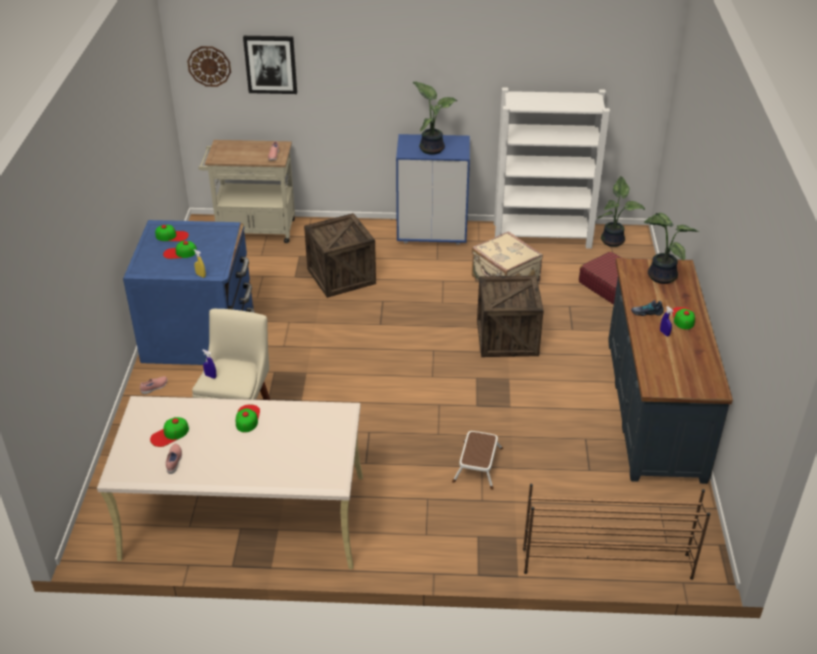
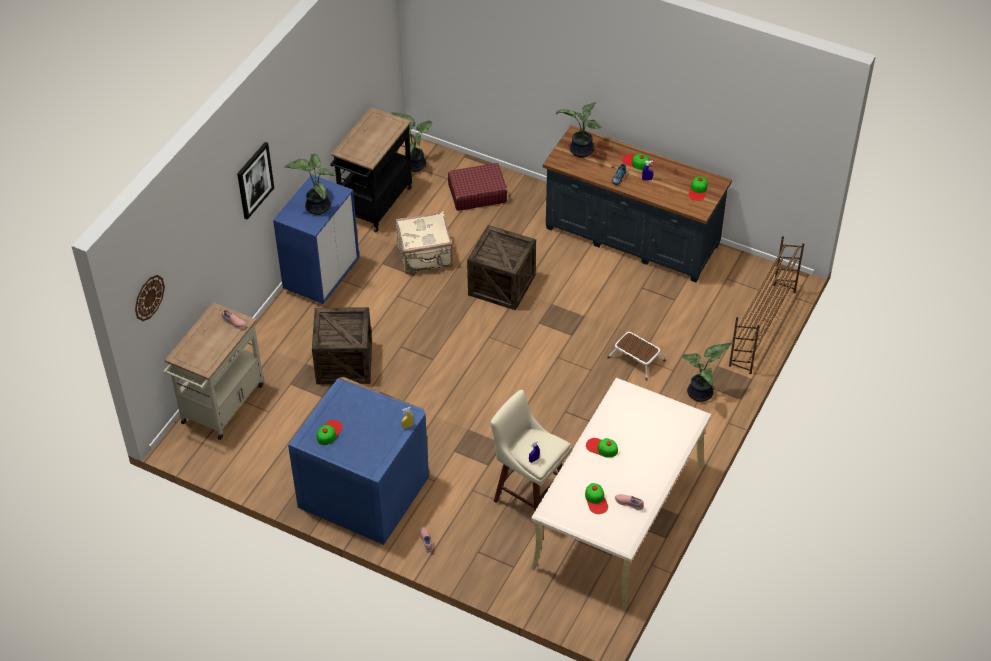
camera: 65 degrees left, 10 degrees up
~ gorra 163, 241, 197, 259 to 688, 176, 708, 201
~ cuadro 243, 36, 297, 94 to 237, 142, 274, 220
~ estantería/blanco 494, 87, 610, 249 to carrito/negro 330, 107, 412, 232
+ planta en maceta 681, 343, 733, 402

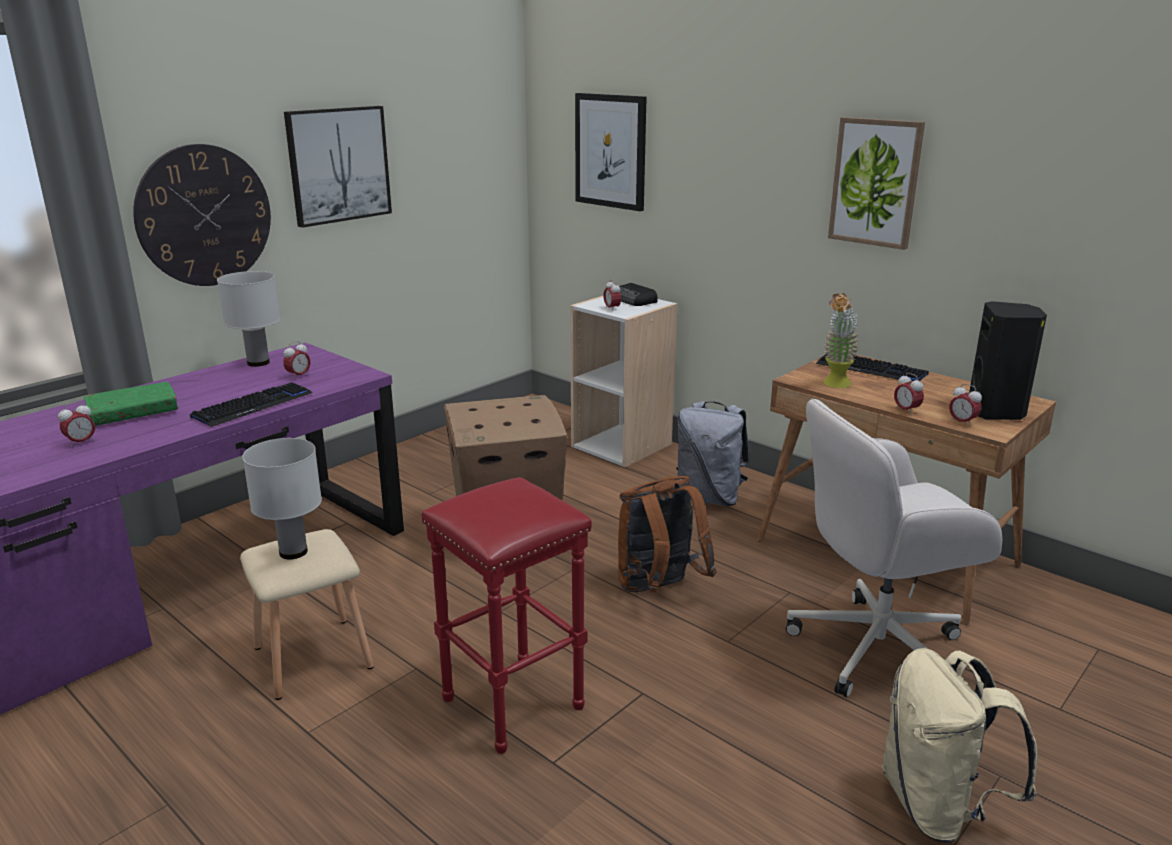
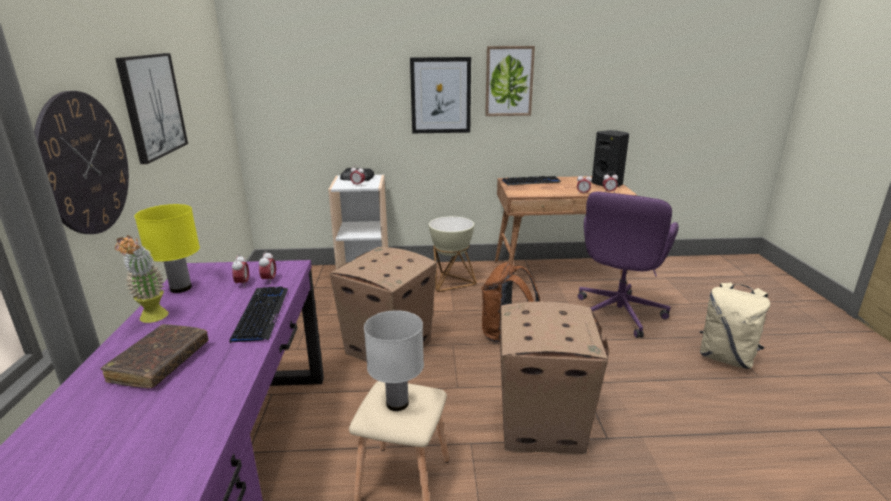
camera: 45 degrees left, 0 degrees up
~ despertador 58, 402, 95, 447 to 259, 251, 276, 284
~ libro/verde 84, 382, 178, 426 to libro/marrón 101, 324, 208, 388
~ lámpara de mesa/blanco 217, 271, 280, 367 to lámpara de mesa/amarillo 134, 204, 200, 293
~ taburete/rojo 421, 477, 592, 754 to caja de cartón 500, 301, 609, 454
~ cuadro 575, 93, 647, 211 to 410, 57, 471, 133
~ mochila/gris 676, 401, 750, 506 to maceta 429, 216, 477, 292
~ silla de oficina/blanco 786, 399, 1002, 698 to silla de oficina/morado 578, 191, 679, 338
~ planta en maceta 823, 293, 859, 388 to 115, 235, 168, 323

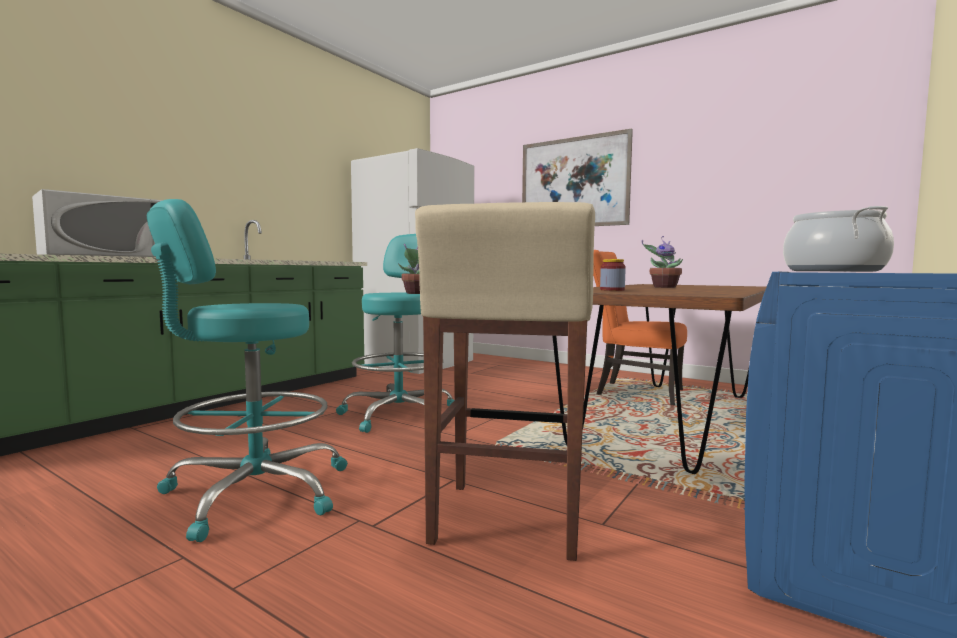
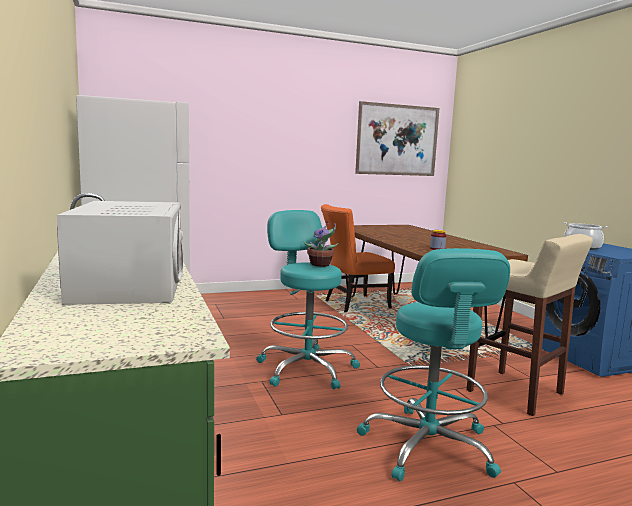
camera: 55 degrees left, 5 degrees up
~ cuadro 522, 129, 633, 226 to 355, 101, 439, 176
- planta en maceta 641, 236, 683, 288

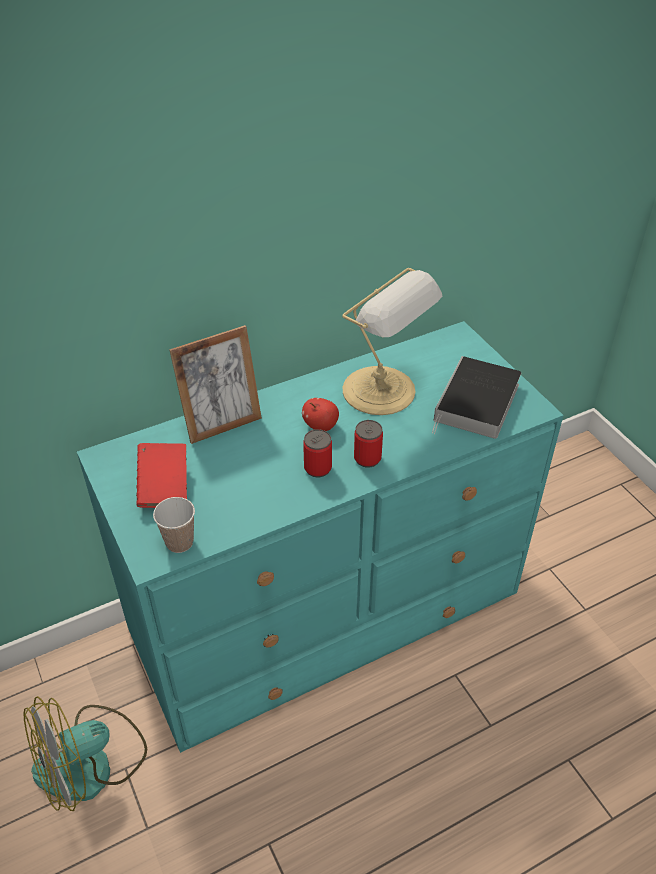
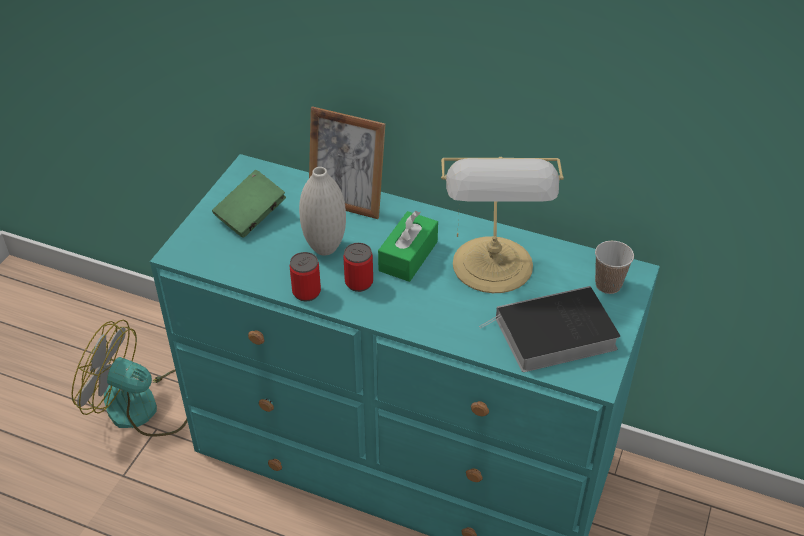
camera: 50 degrees right, 0 degrees up
~ libro/rojo 136, 443, 187, 508 to libro/verde 212, 170, 286, 238
~ taza 153, 497, 195, 553 to 595, 241, 634, 294
~ manzana 302, 398, 339, 431 to caja de pañuelos/verde 378, 211, 438, 282
~ lata 354, 420, 383, 468 to 290, 252, 321, 301
+ florero/blanco 299, 167, 346, 256

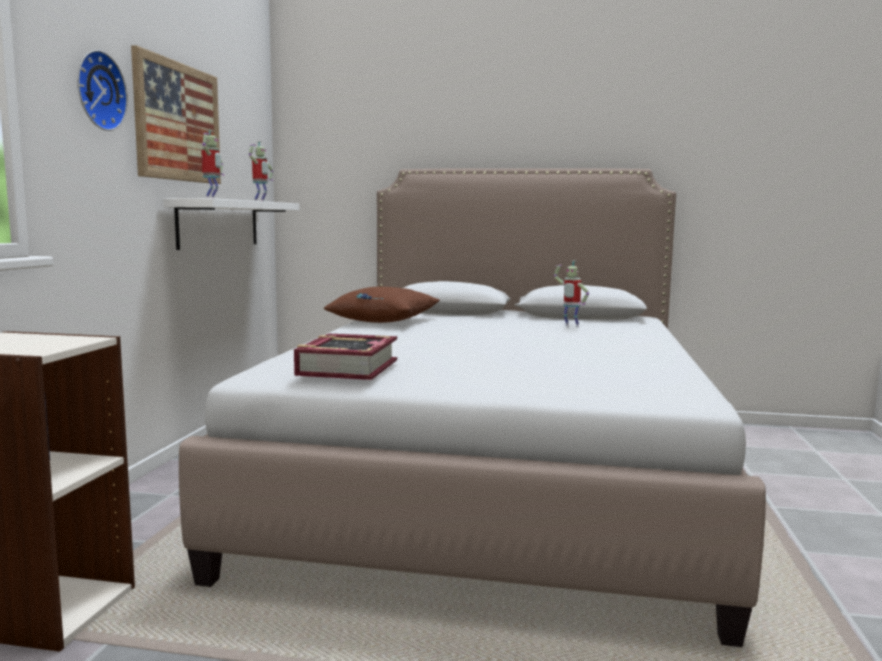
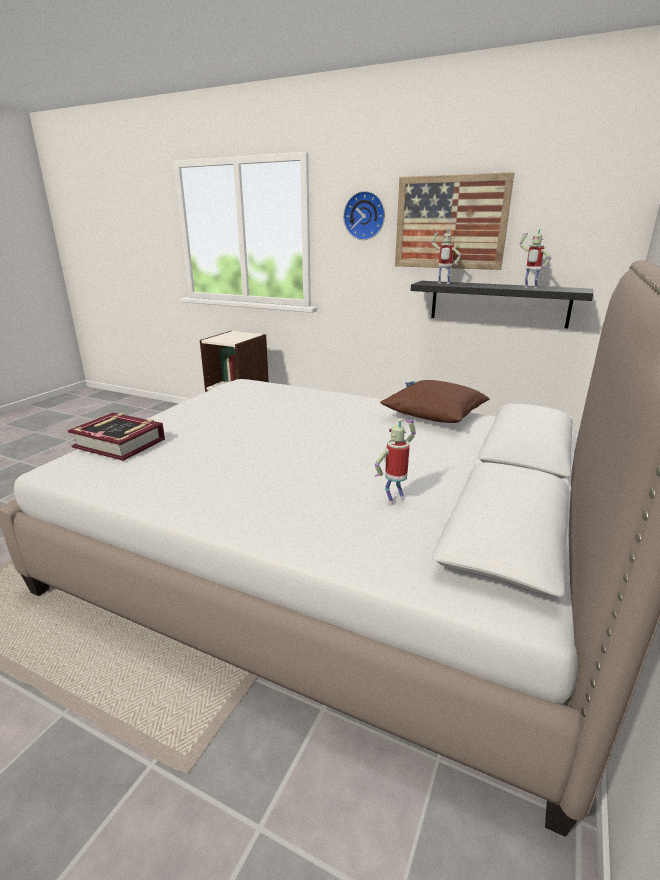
camera: 105 degrees right, 15 degrees up
~ estante/blanco 163, 198, 299, 250 to estante/negro 411, 281, 593, 328
~ libro 294, 333, 397, 380 to 68, 413, 165, 461

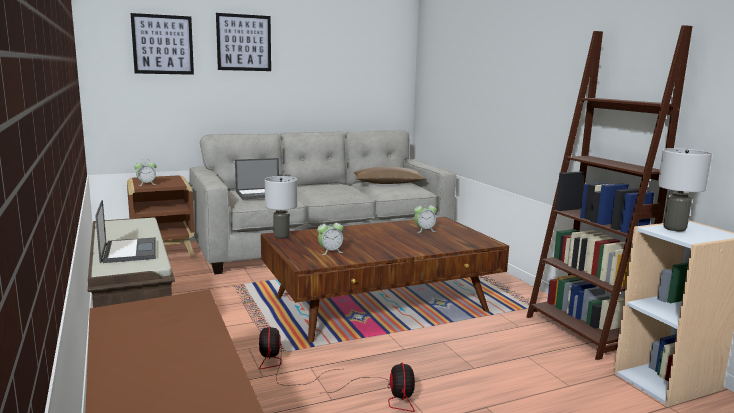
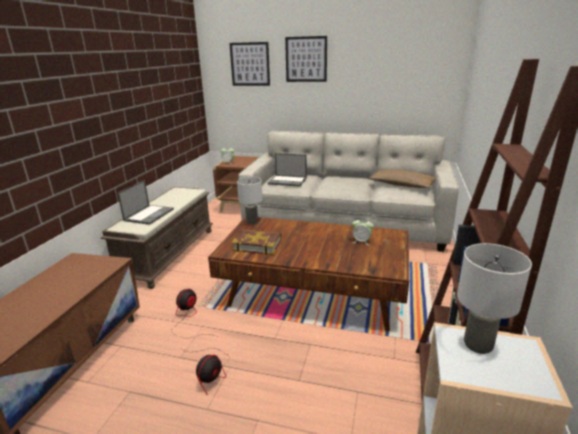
camera: 40 degrees right, 10 degrees up
~ despertador 317, 219, 344, 255 to libro 231, 229, 282, 255

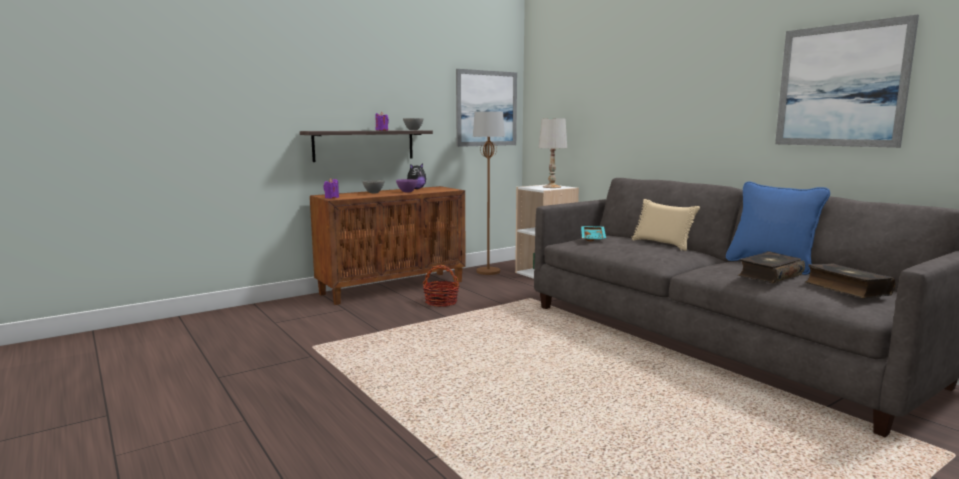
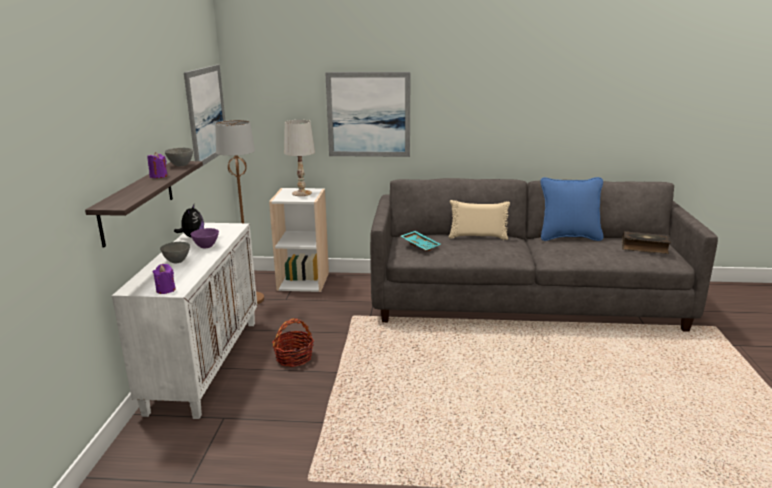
camera: 50 degrees left, 10 degrees up
~ armario/marrón 310, 186, 466, 305 to armario/blanco 112, 223, 257, 419
- libro 738, 251, 805, 283
~ cuadro 775, 14, 919, 148 to 325, 72, 411, 157

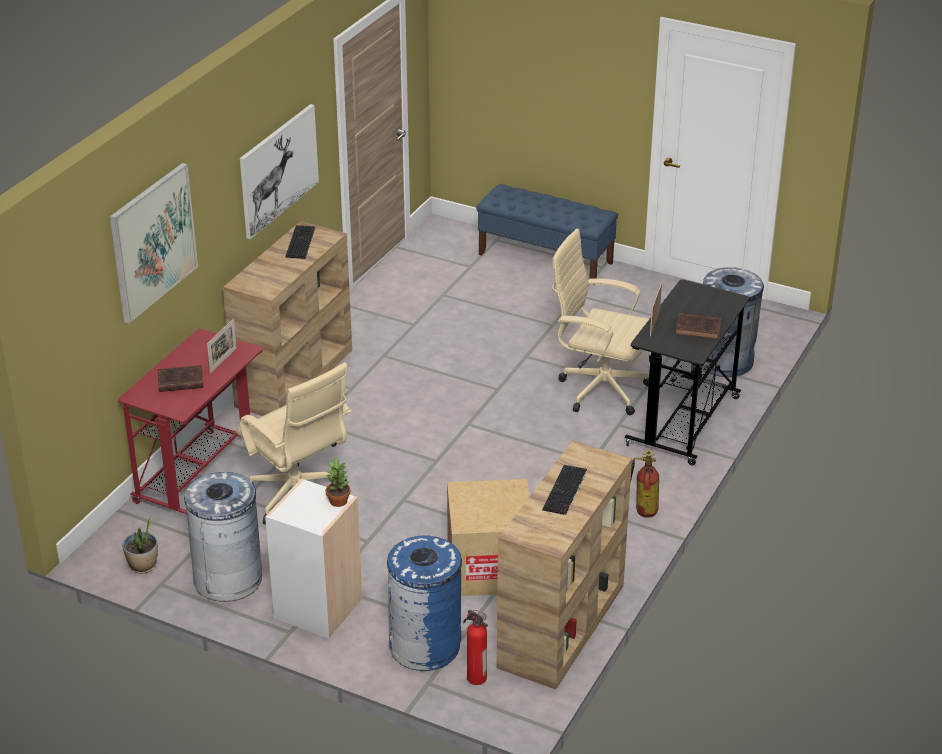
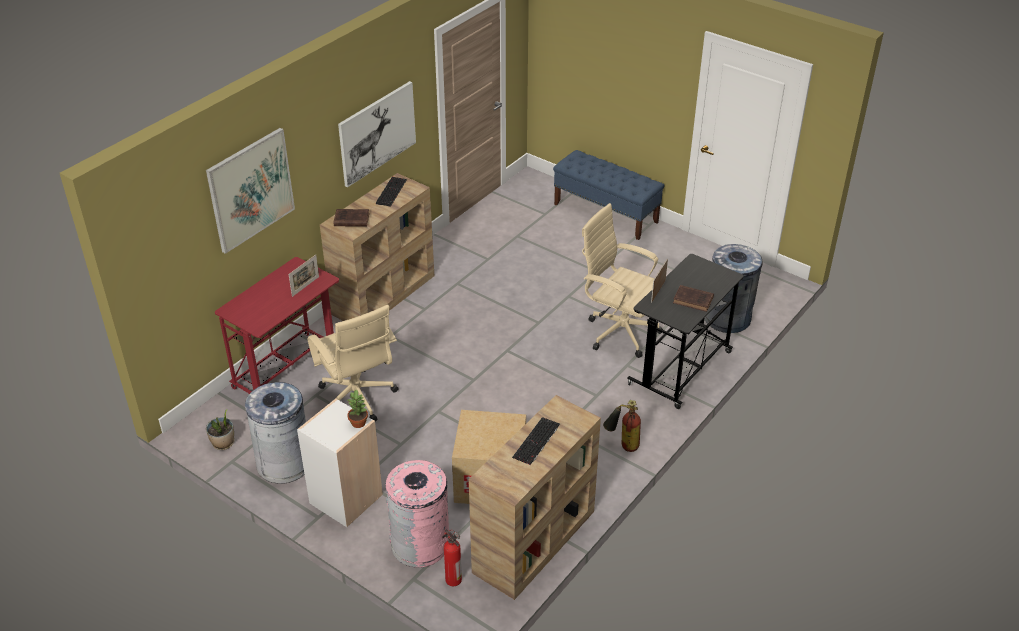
camera: 10 degrees right, 5 degrees up
~ libro/marrón 158, 365, 203, 392 to 334, 209, 369, 227
~ papelera/azul 387, 535, 462, 671 to papelera/rosa 386, 460, 449, 568

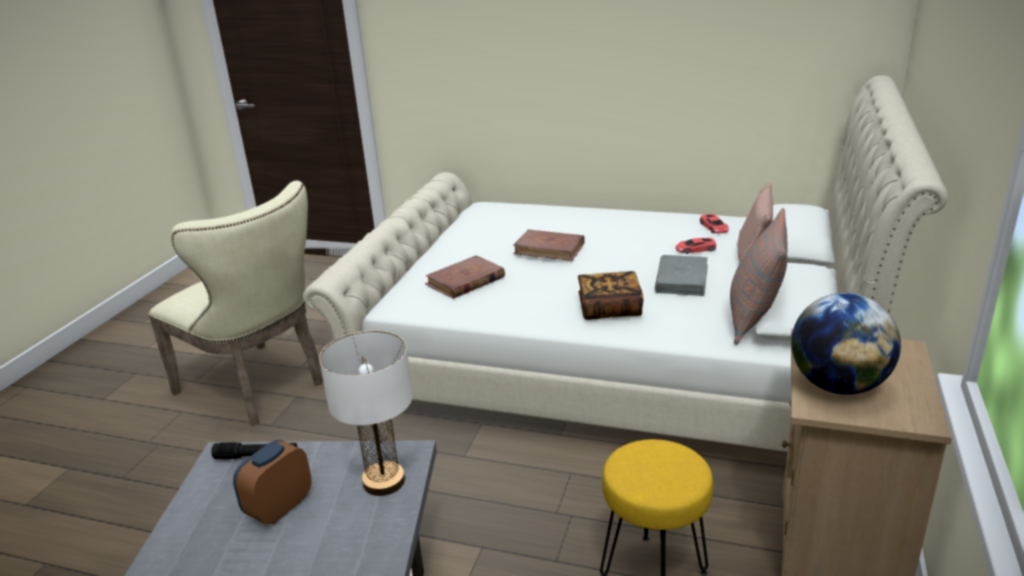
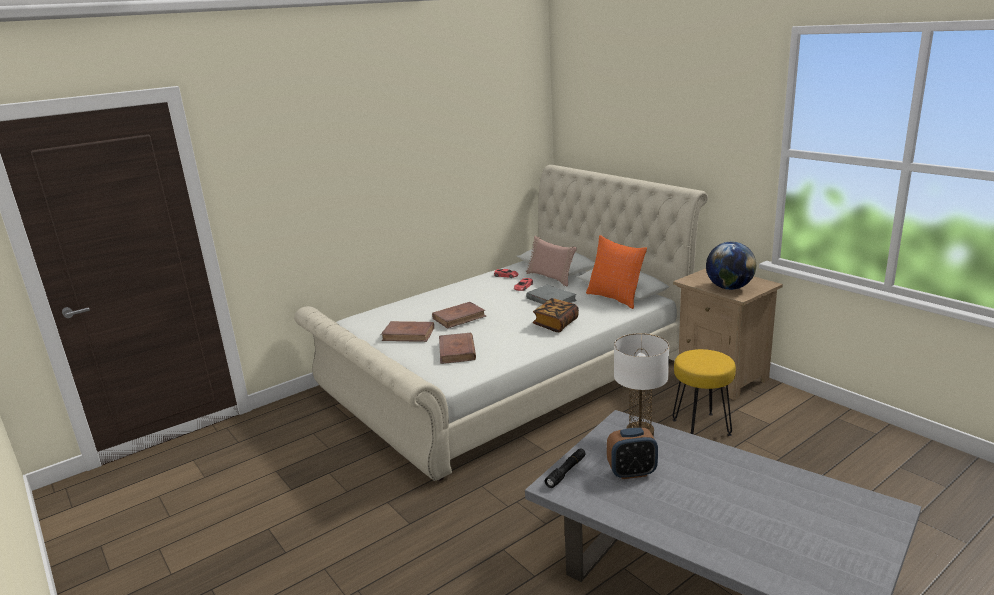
camera: 55 degrees left, 5 degrees down
- silla/beis 148, 181, 323, 425
~ despertador 233, 440, 312, 524 = 607, 428, 658, 479 75 degrees counterclockwise
~ cojín/gris 730, 208, 787, 345 to cojín/naranja 586, 235, 647, 309
+ libro/marrón 381, 321, 434, 342

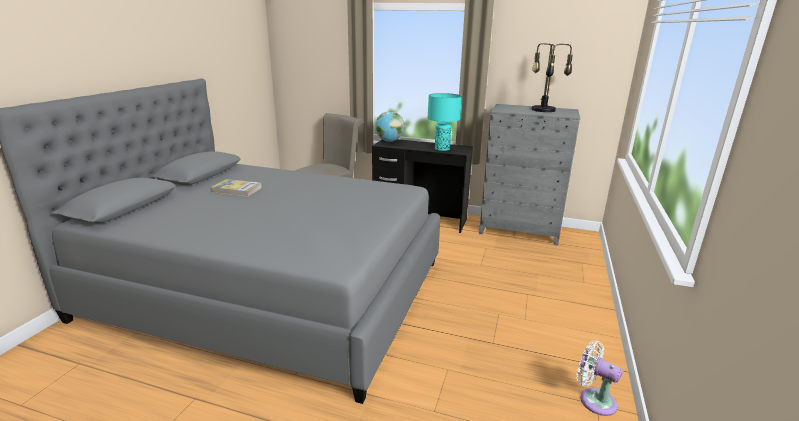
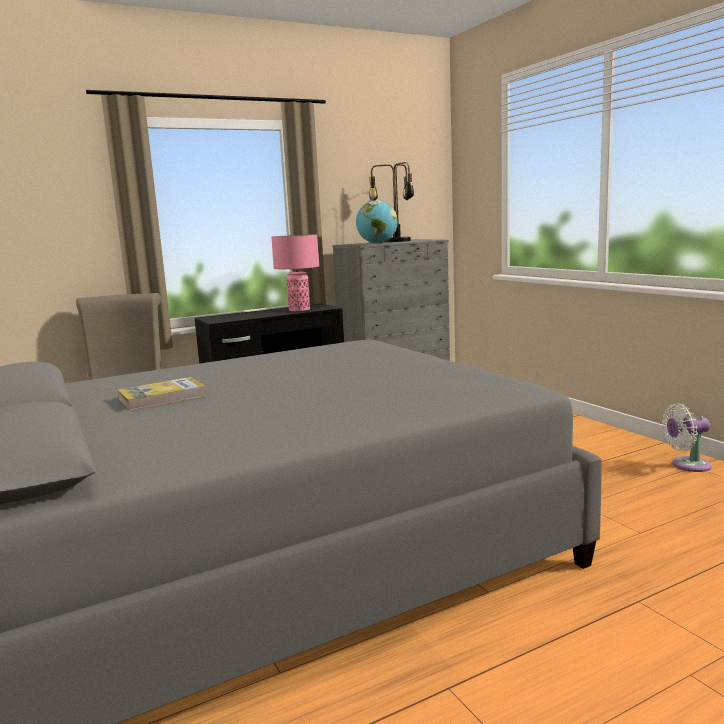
camera: 45 degrees left, 10 degrees down
~ globo terráqueo 375, 111, 405, 142 to 356, 200, 398, 244
~ lámpara de mesa/turquesa 428, 93, 462, 151 to lámpara de mesa/rosa 271, 234, 319, 311

